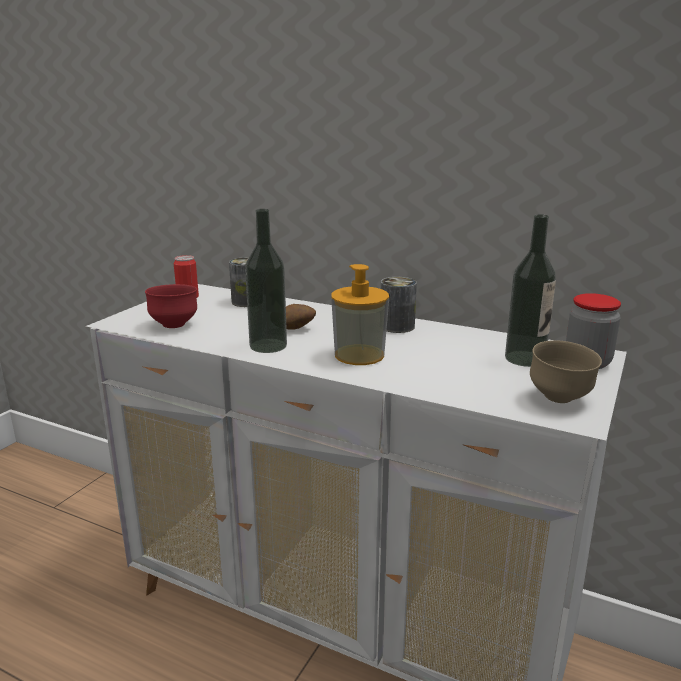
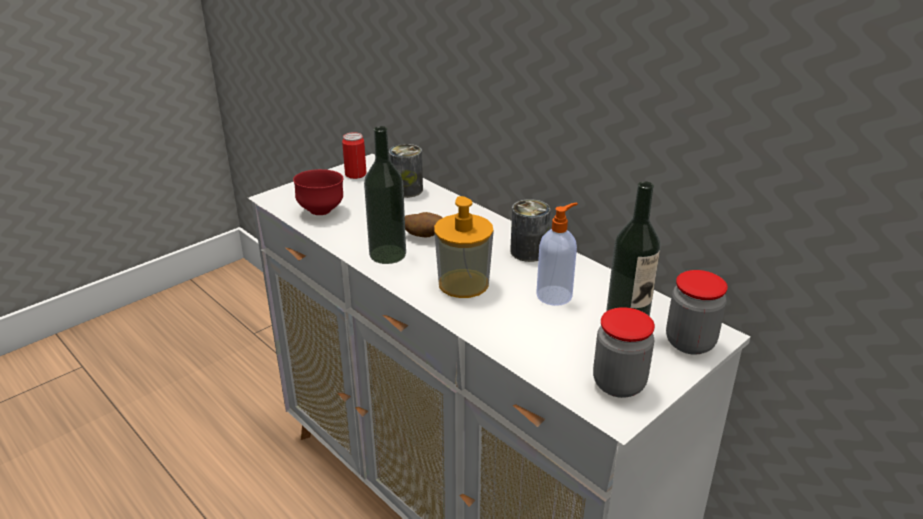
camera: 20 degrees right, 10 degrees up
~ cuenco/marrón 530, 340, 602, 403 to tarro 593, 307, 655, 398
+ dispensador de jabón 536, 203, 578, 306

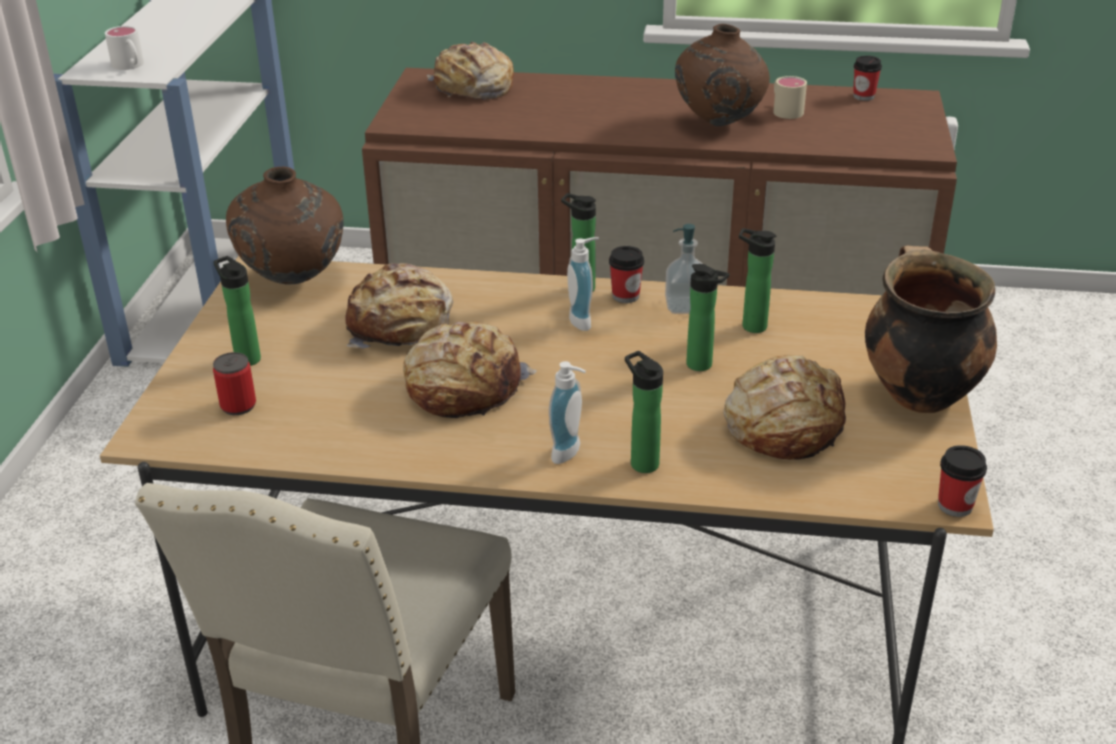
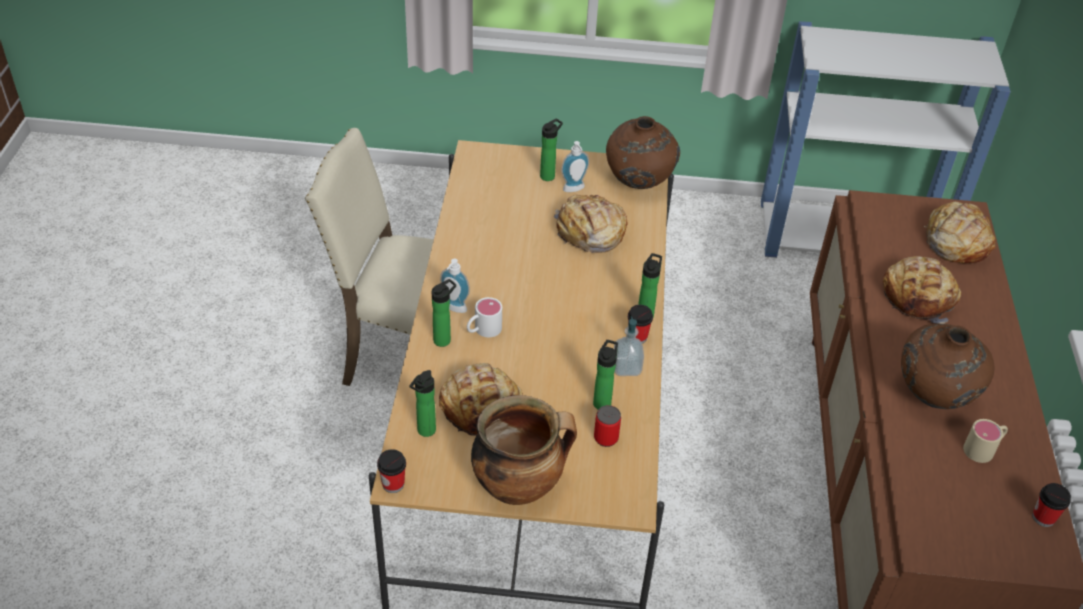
camera: 85 degrees right, 10 degrees up
~ taza grande/blanco 105, 26, 144, 70 to 467, 297, 502, 337
~ lata 213, 352, 256, 415 to 594, 405, 621, 447
~ pan 403, 322, 537, 418 to 883, 256, 961, 324
~ dispensador de jabón 567, 237, 599, 331 to 561, 141, 589, 192
~ botella 686, 264, 729, 371 to 410, 370, 436, 437

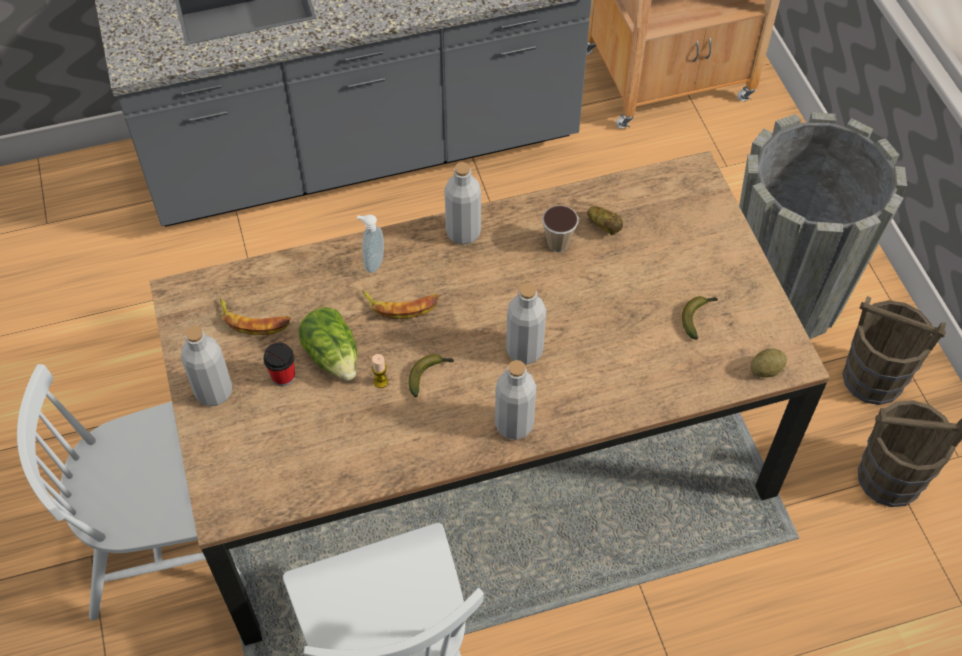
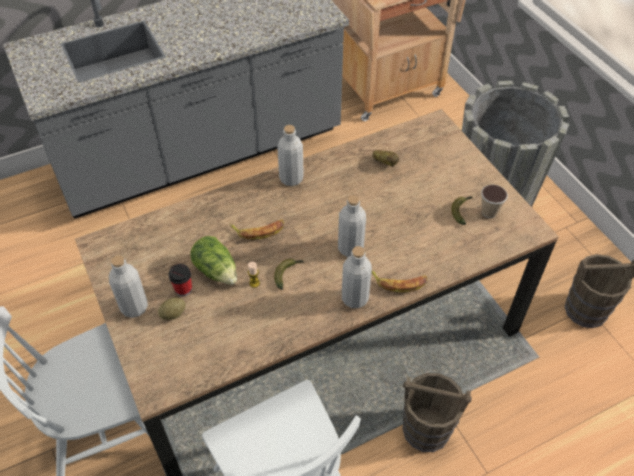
camera: 10 degrees left, 5 degrees down
~ plátano 220, 298, 291, 335 to 372, 270, 428, 293
- dispensador de jabón 357, 215, 384, 273
~ taza 542, 205, 579, 252 to 481, 185, 508, 218
~ patata 750, 349, 787, 378 to 158, 297, 186, 320
~ cubo/marrón 842, 296, 946, 405 to 403, 373, 472, 452

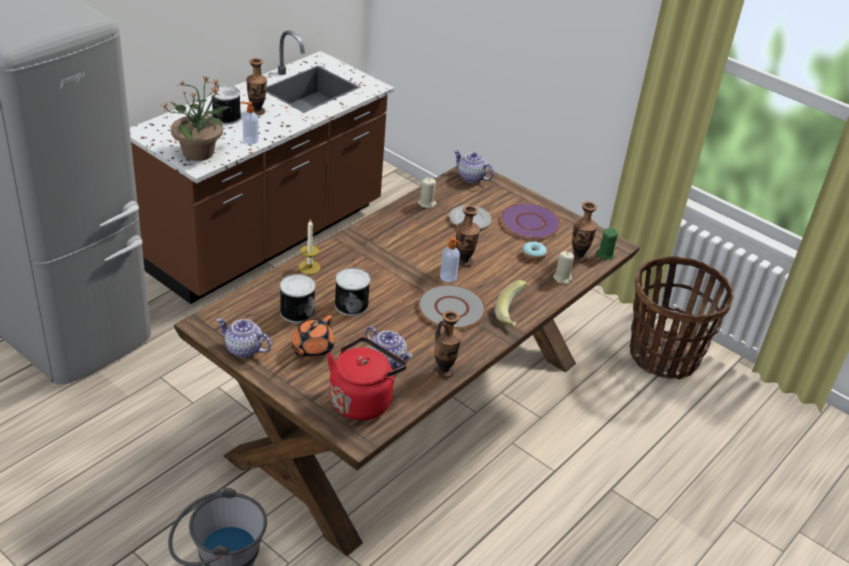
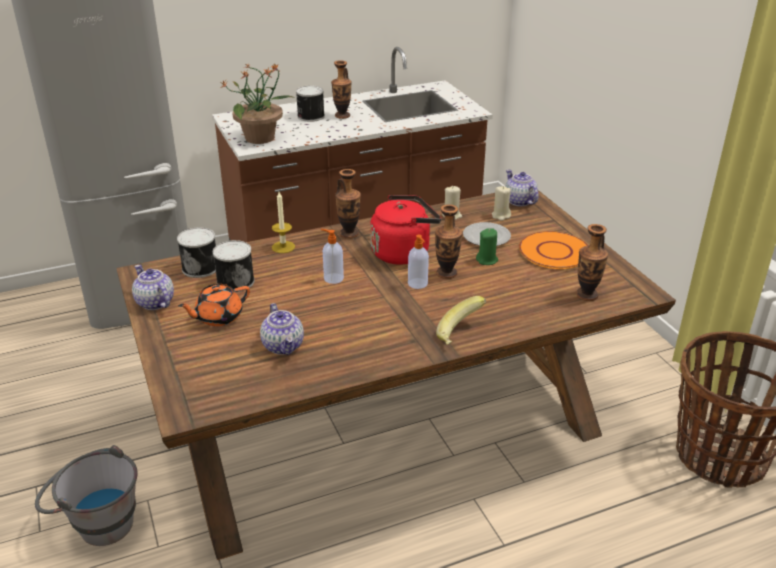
camera: 30 degrees right, 5 degrees down
~ dispensador de jabón 241, 102, 259, 144 to 321, 229, 344, 284
~ hervidor/rojo 327, 337, 407, 420 to 370, 195, 441, 265
~ lata 335, 268, 370, 316 to 177, 227, 216, 278
- plato/gris 418, 285, 486, 329
~ florero 433, 311, 462, 378 to 335, 169, 361, 239
~ plato/morado 501, 203, 561, 239 to plato/naranja 519, 231, 588, 269
- rosquilla 522, 242, 547, 261
~ vela/beis 553, 251, 574, 284 to 492, 186, 511, 221
~ vela/verde 596, 228, 618, 260 to 476, 228, 498, 265

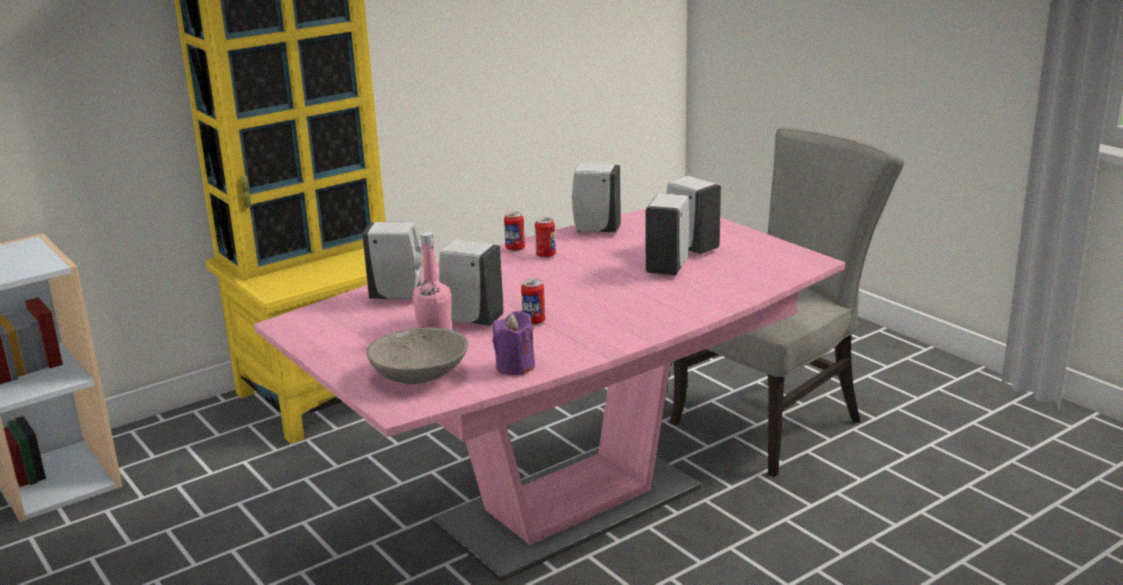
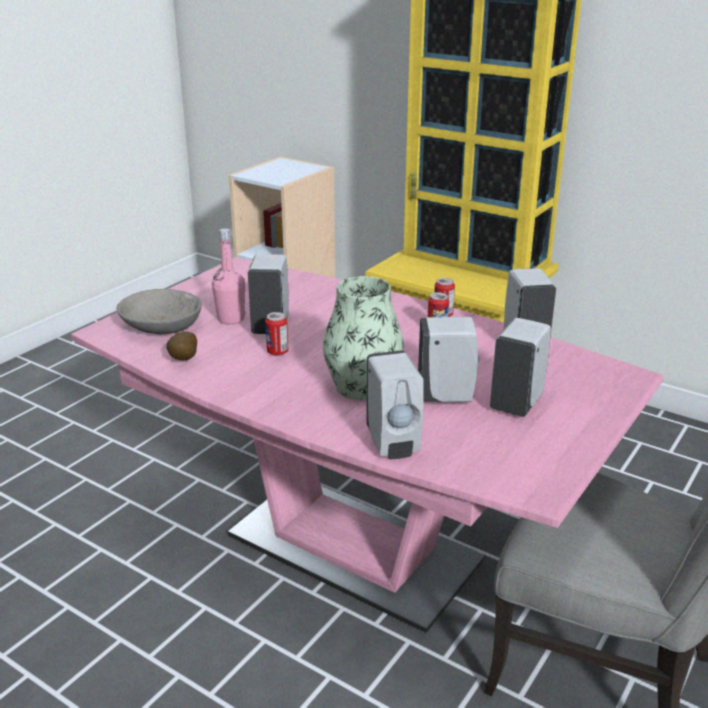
camera: 70 degrees right, 5 degrees up
~ dispensador de jabón/blanco 362, 222, 422, 300 to 366, 350, 424, 459
~ vela/morado 492, 311, 535, 375 to patata 166, 332, 197, 361
+ florero 323, 276, 404, 400

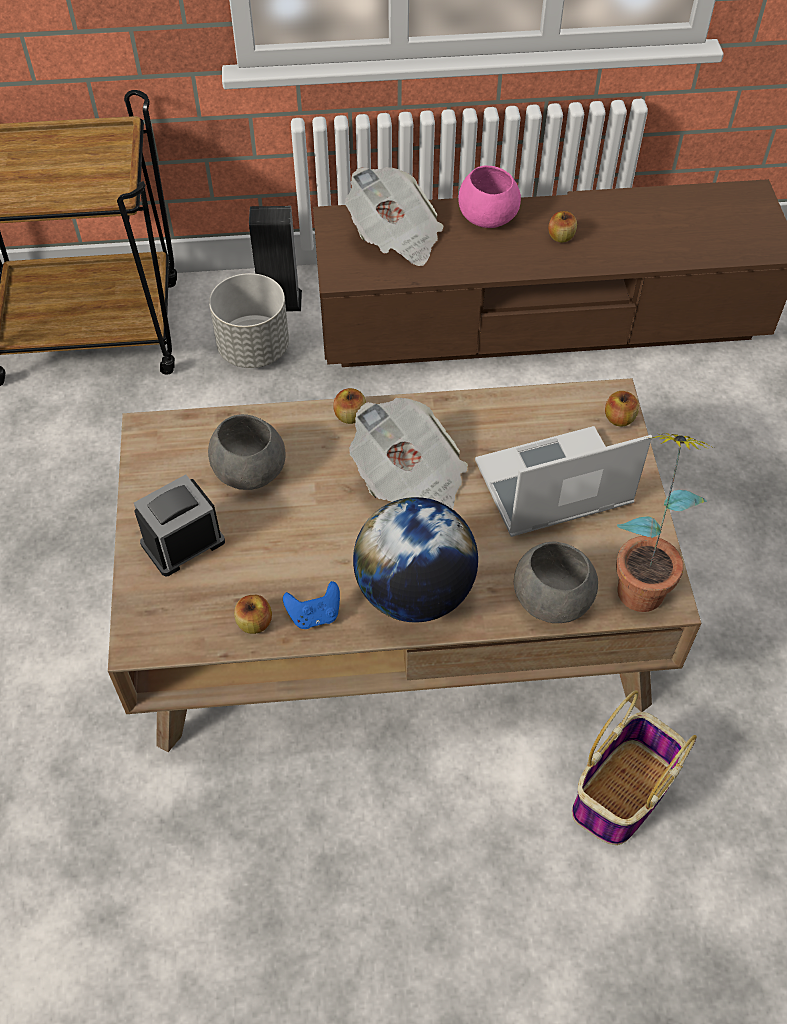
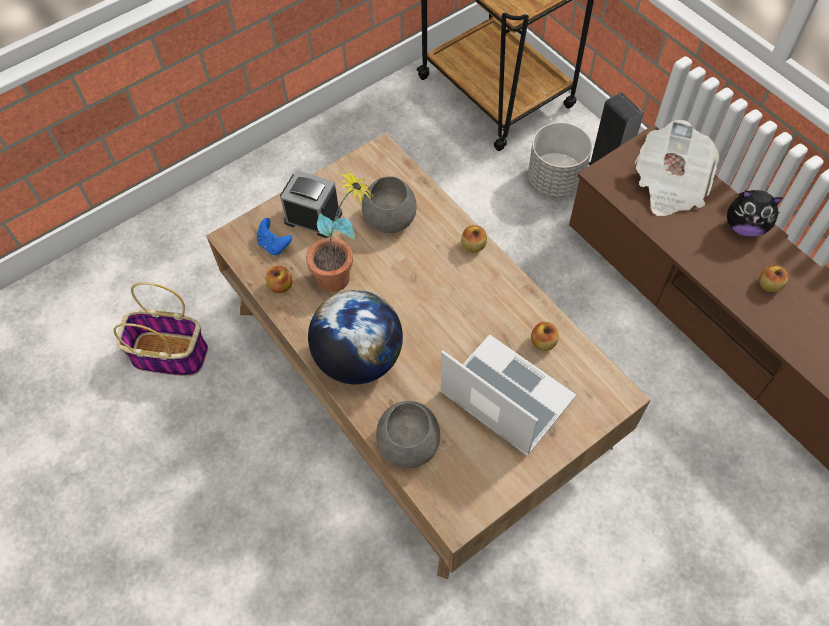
camera: 60 degrees right, 5 degrees up
~ mando de consola/azul 283, 581, 340, 629 to 257, 218, 292, 255
- periódico 349, 398, 468, 509
~ cuenco/rosa 458, 166, 521, 228 to peluche 727, 190, 783, 237
~ cesta 572, 690, 697, 845 to 113, 282, 208, 376
~ manzana 605, 391, 639, 427 to 531, 322, 559, 351
~ planta en maceta 616, 433, 714, 612 to 306, 168, 374, 292

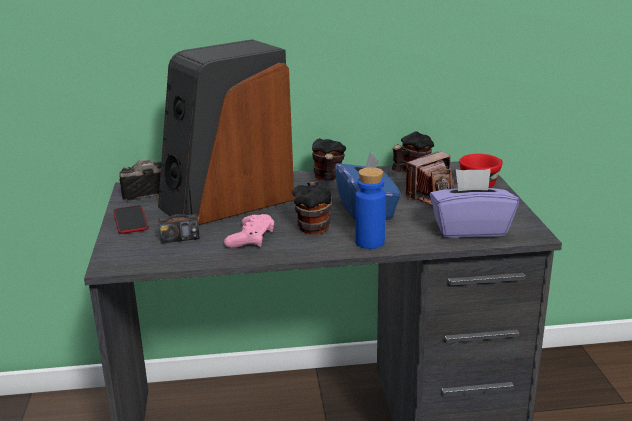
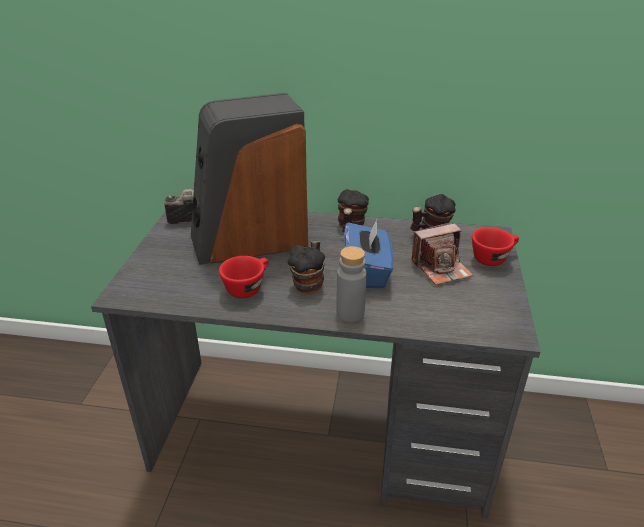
camera: 15 degrees right, 10 degrees up
- móvil 113, 205, 149, 234
- radio 158, 137, 200, 244
~ mando de consola/rosa 224, 214, 274, 248 to taza/rojo 219, 256, 269, 298
~ botella/azul 355, 167, 386, 249 to botella/gris 336, 246, 367, 322
- caja de pañuelos/morado 430, 169, 519, 238

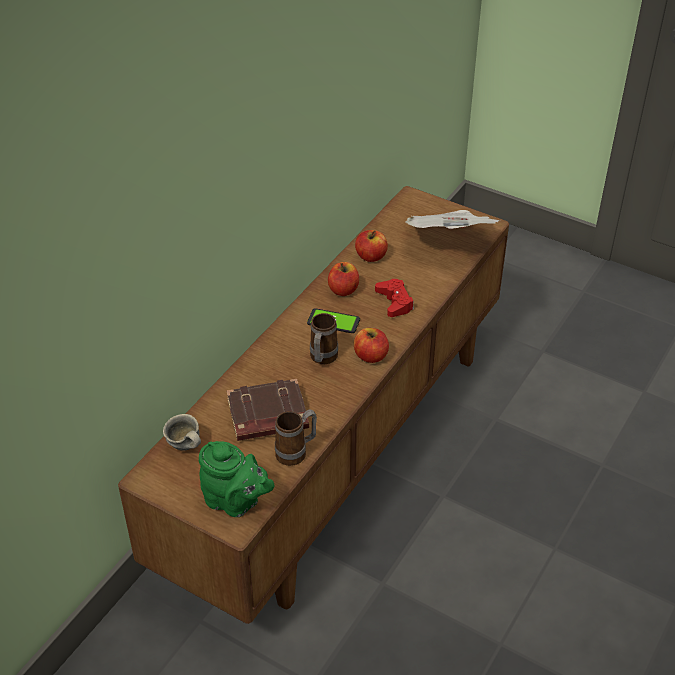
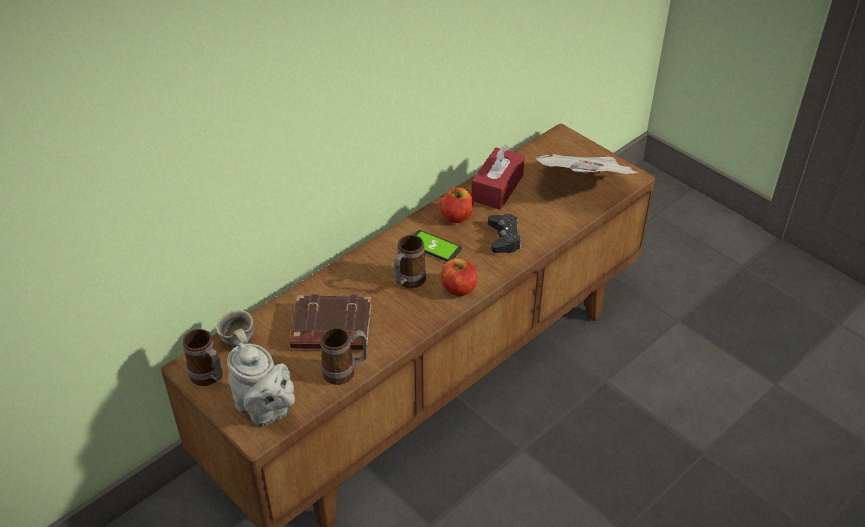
camera: 15 degrees right, 0 degrees up
~ tetera/verde 199, 441, 274, 517 to tetera/gris 227, 343, 295, 426
~ manzana 355, 230, 388, 262 to caja de pañuelos/rojo 471, 145, 525, 210
~ mando de consola/rojo 375, 279, 414, 317 to mando de consola/negro 488, 214, 521, 253
+ taza grande 183, 329, 223, 386

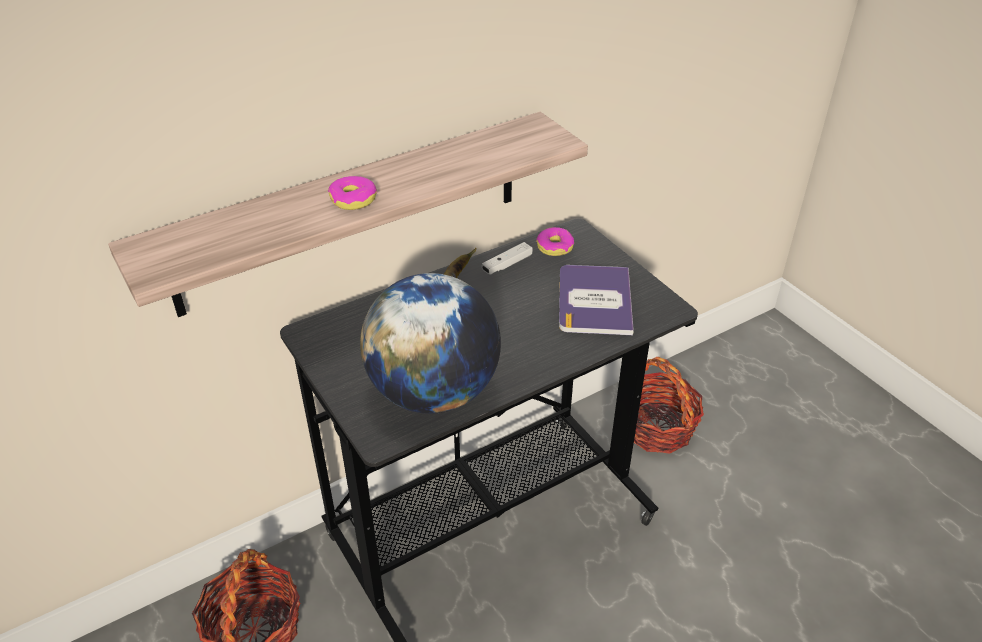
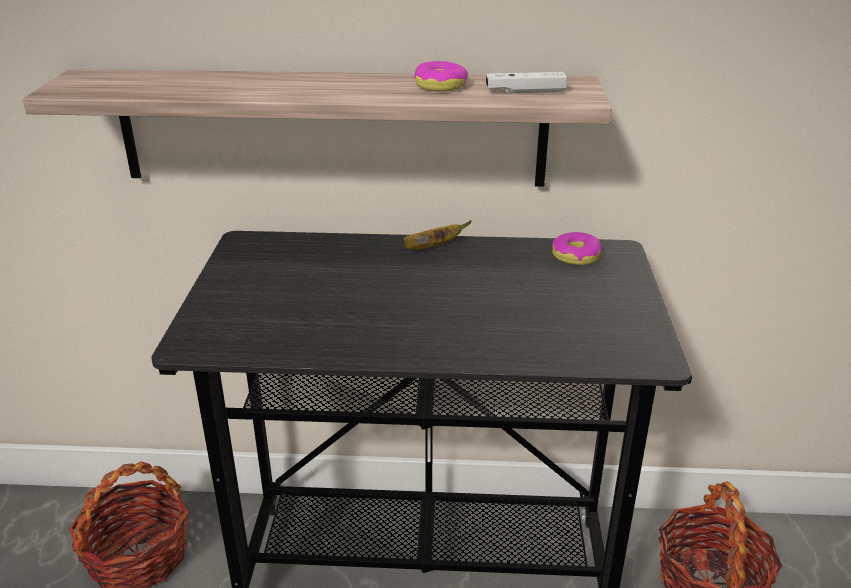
camera: 35 degrees right, 10 degrees down
~ rosquilla 328, 176, 377, 210 to 414, 61, 468, 92
- globo terráqueo 360, 273, 501, 414
~ mando de consola/blanco 482, 242, 532, 275 to 486, 72, 568, 93
- libro 559, 265, 634, 335

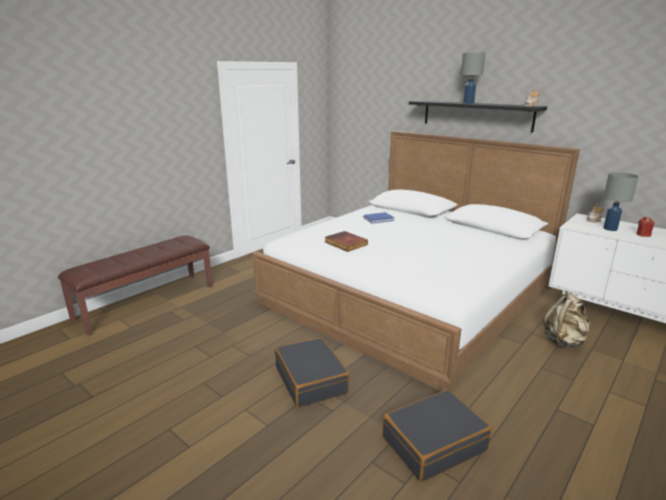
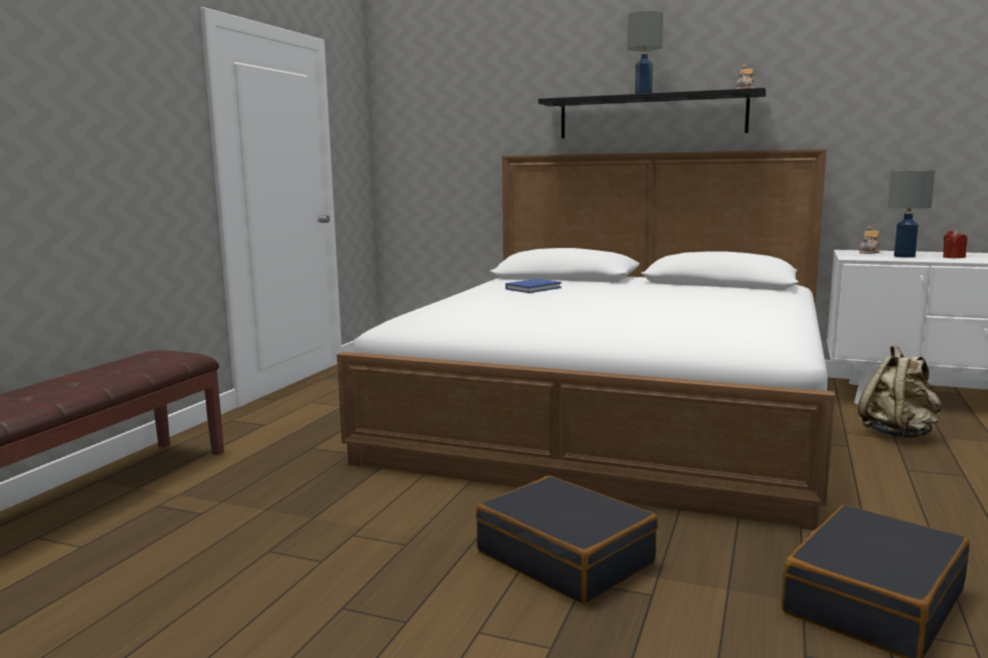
camera: 20 degrees left, 10 degrees down
- libro 325, 231, 368, 252

